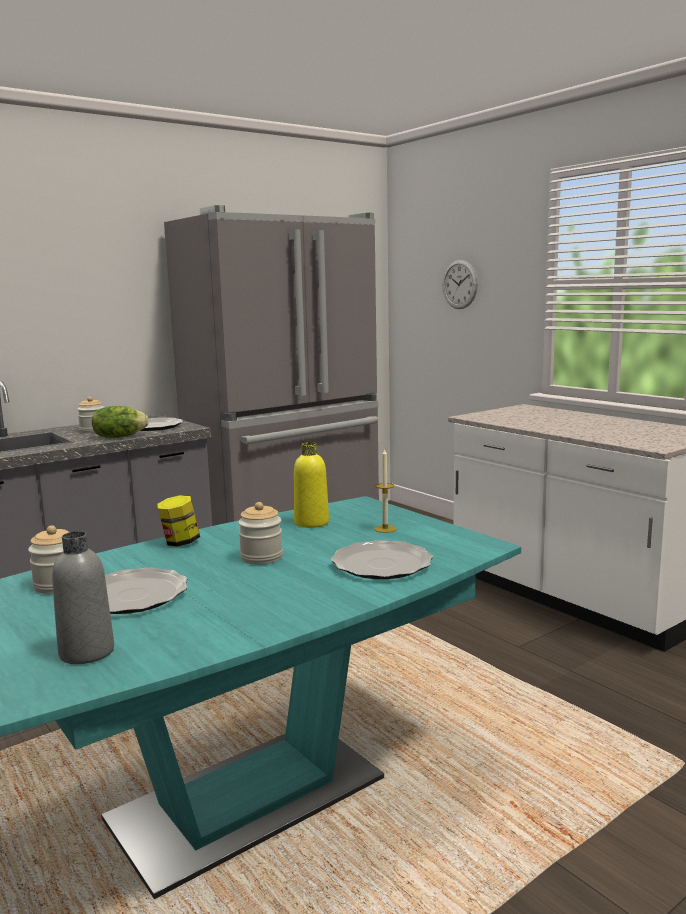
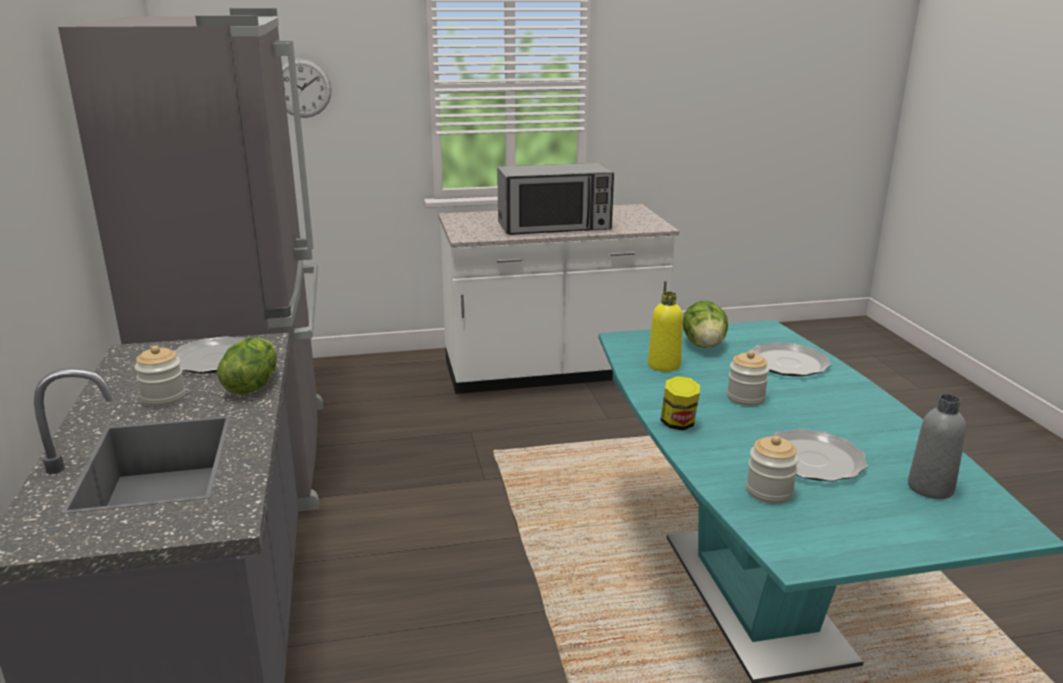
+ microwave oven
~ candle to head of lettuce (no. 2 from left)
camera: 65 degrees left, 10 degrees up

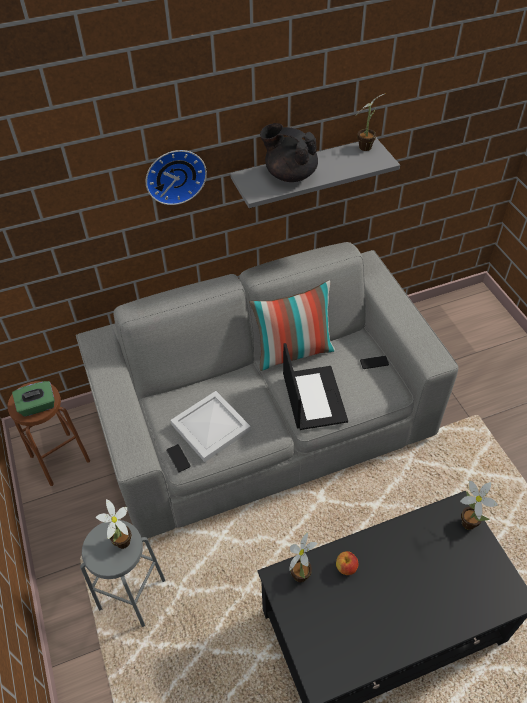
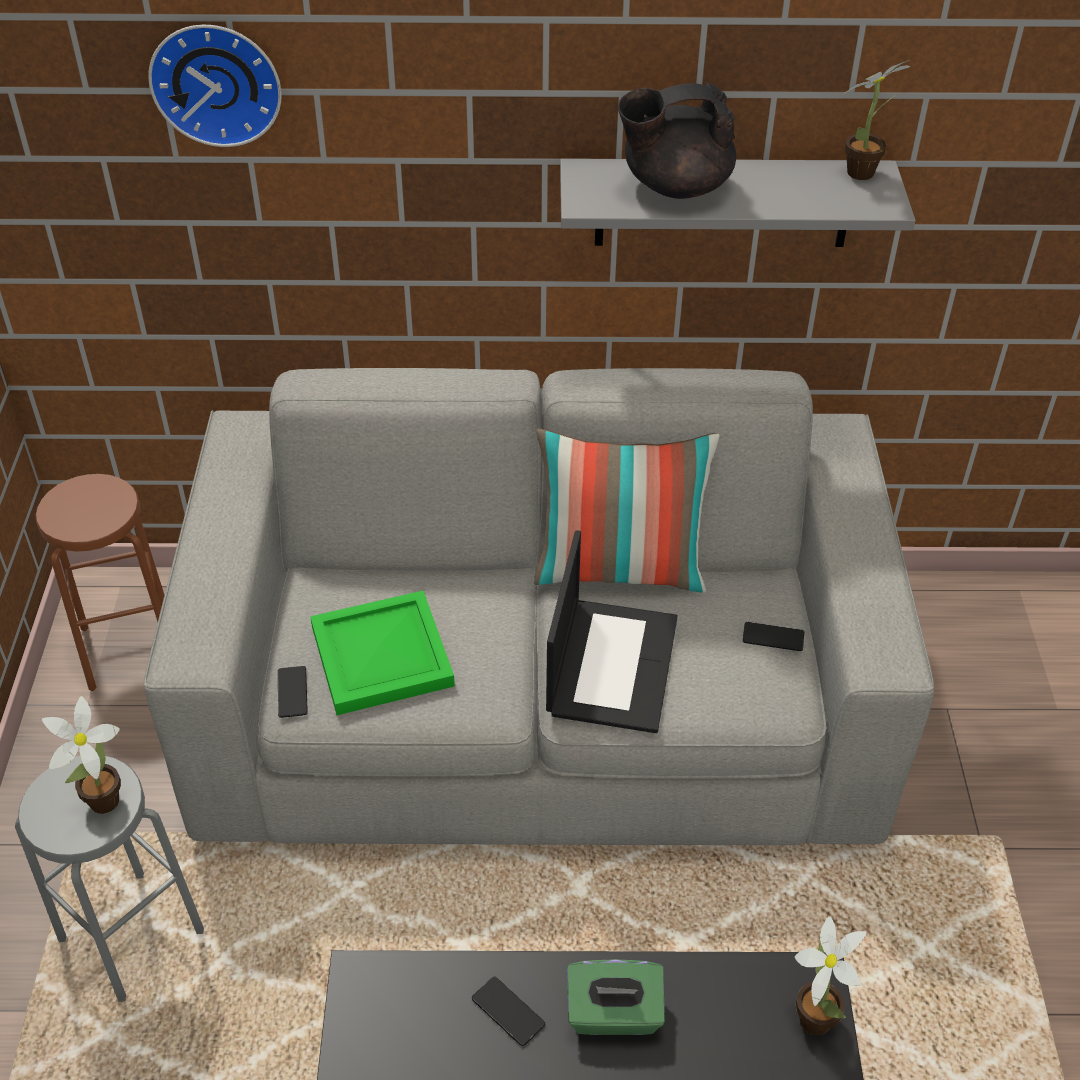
- houseplant (no. 2 from left)
~ green tissue box
~ wall clock
~ apple fruit to phone (no. 2 from left)
~ white-coloured carrying tray to green carrying tray
~ blackish teapot 60 degrees counterclockwise
camera: 20 degrees right, 5 degrees down

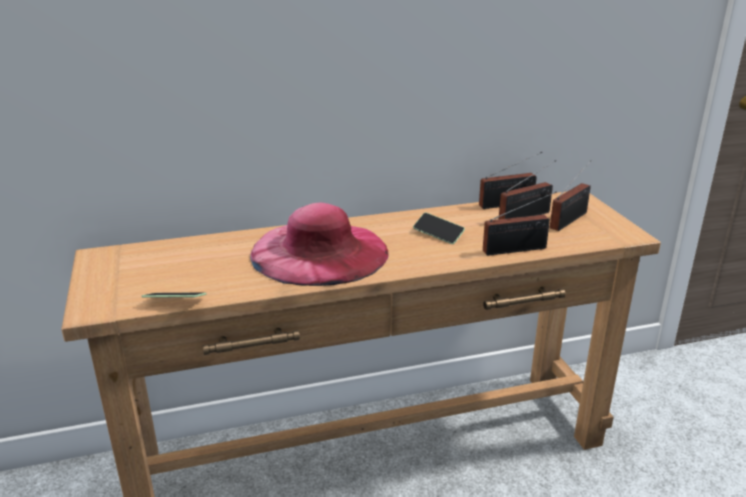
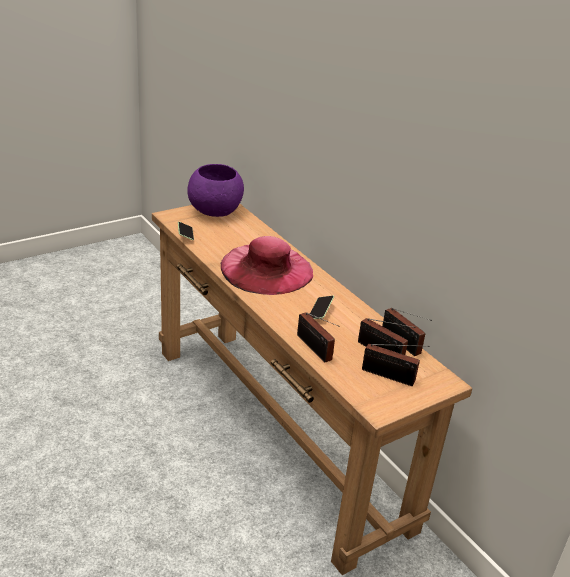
+ purplish deep dish
camera: 70 degrees right, 5 degrees up

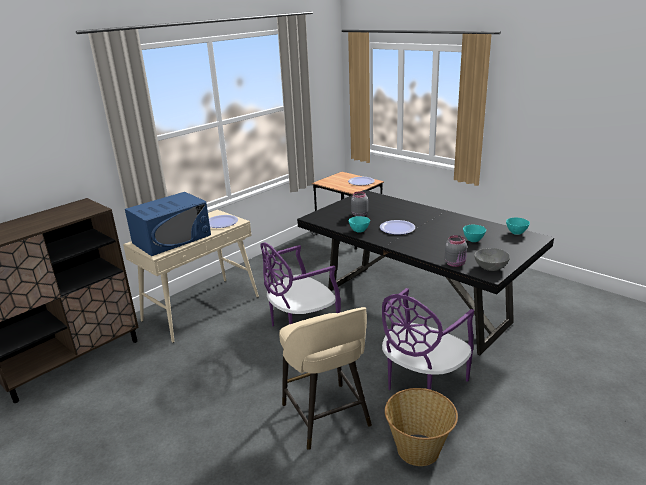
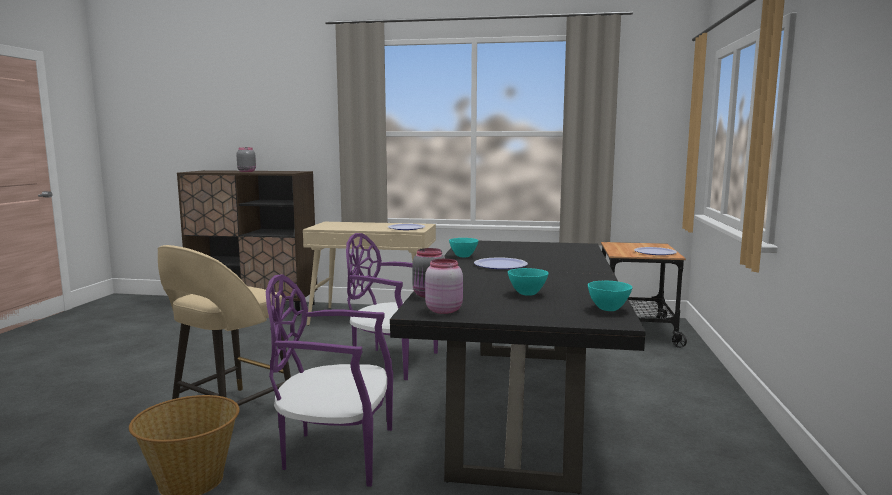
- blue microwave oven
~ greyish storage jar (no. 1 from left)
~ greyish deep dish to pink-coloured storage jar
camera: 55 degrees right, 15 degrees down

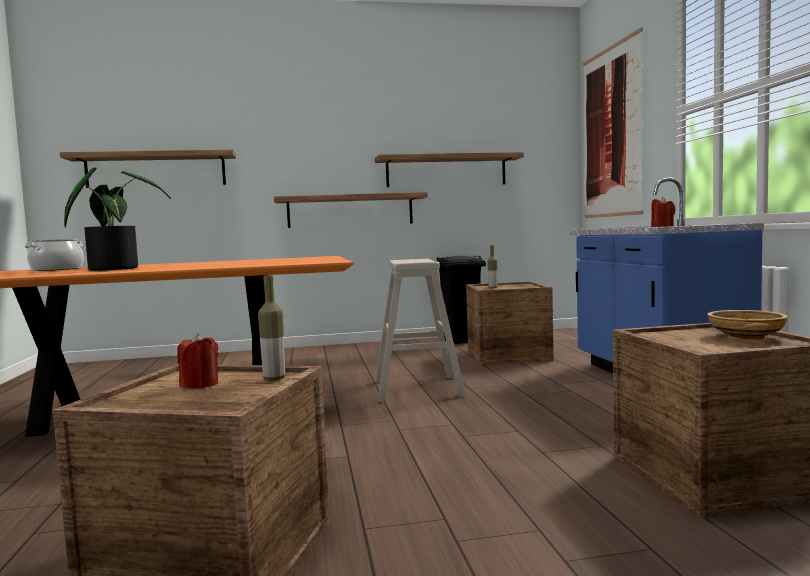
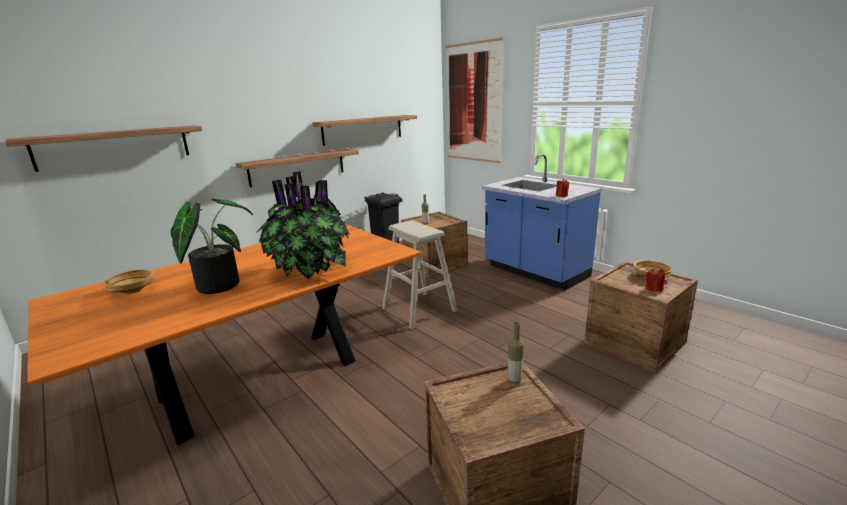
+ houseplant (no. 2 from left)
~ reddish candle (no. 1 from left in the first image) to reddish candle (no. 2 from left)
~ stockpot to beige deep dish (no. 1 from left)
camera: 30 degrees left, 15 degrees up

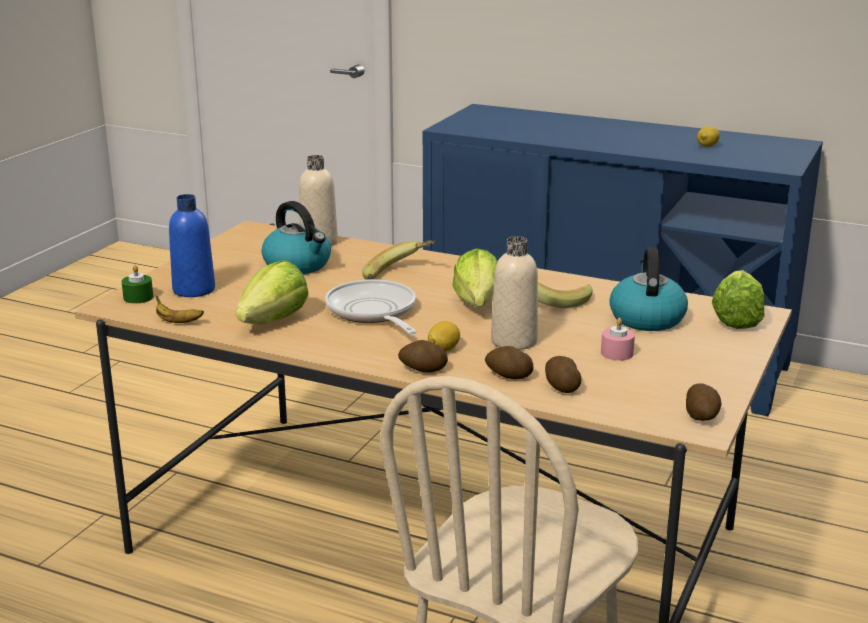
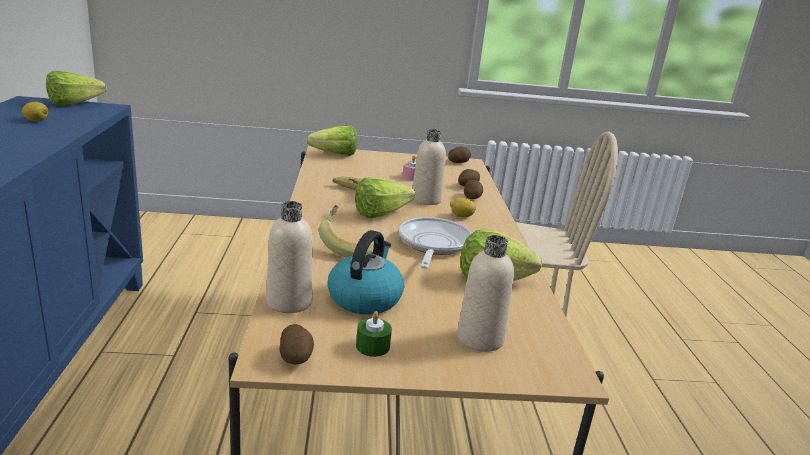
- whole banana (no. 1 from left)
- kettle (no. 2 from left)
+ head of lettuce (no. 1 from left)
~ green candle
~ potato (no. 1 from left)
~ blue beverage bottle to beige beverage bottle (no. 3 from left)
~ skillet 150 degrees clockwise
camera: 120 degrees left, 0 degrees up

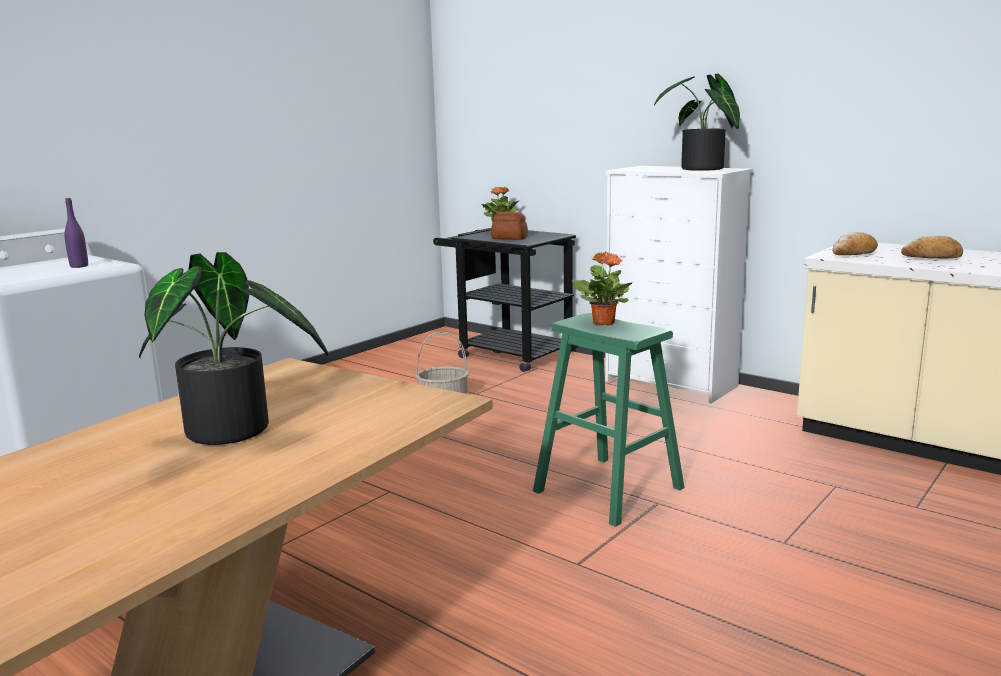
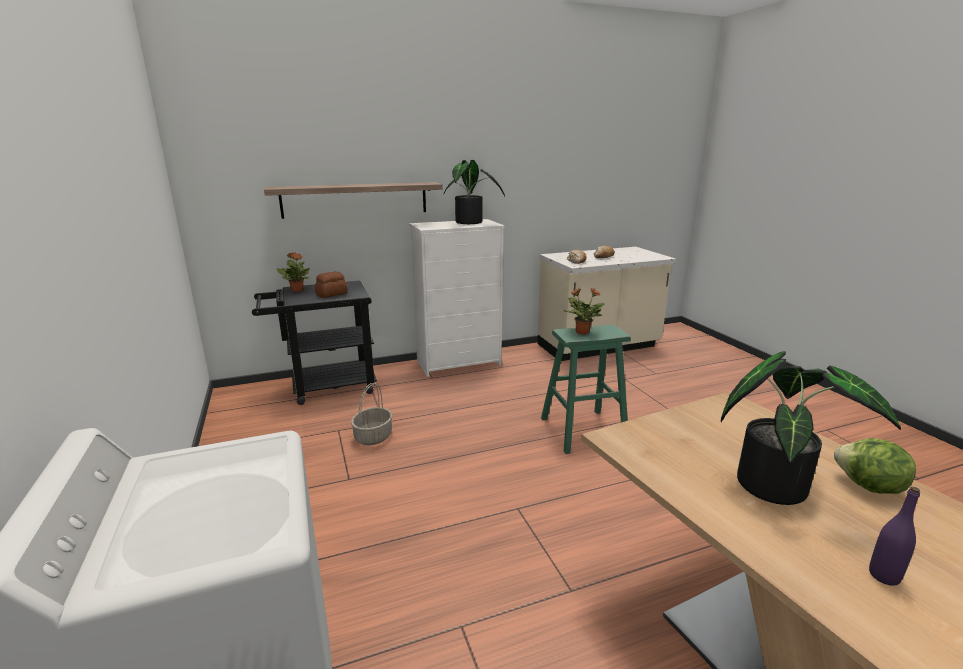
+ bracket shelf
+ head of lettuce
~ purplish beverage bottle
camera: 60 degrees left, 5 degrees up

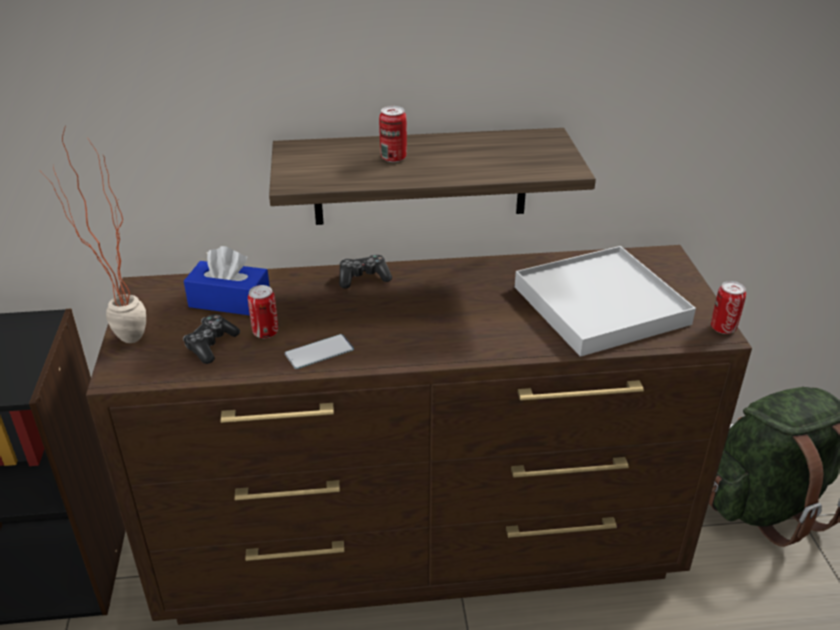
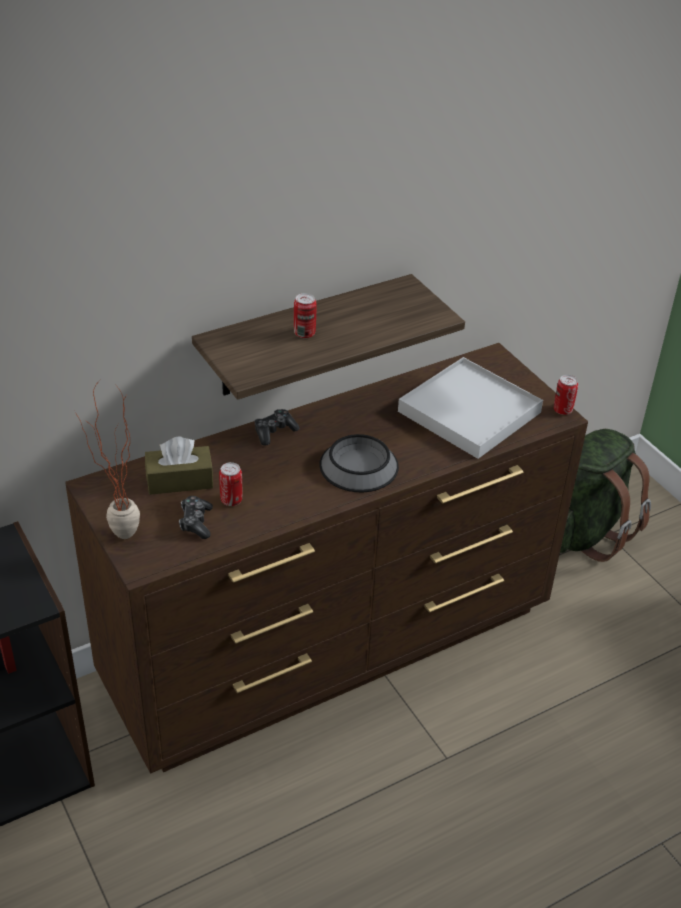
- phone
+ deep dish
~ blue tissue box to brown tissue box
camera: 25 degrees left, 5 degrees up

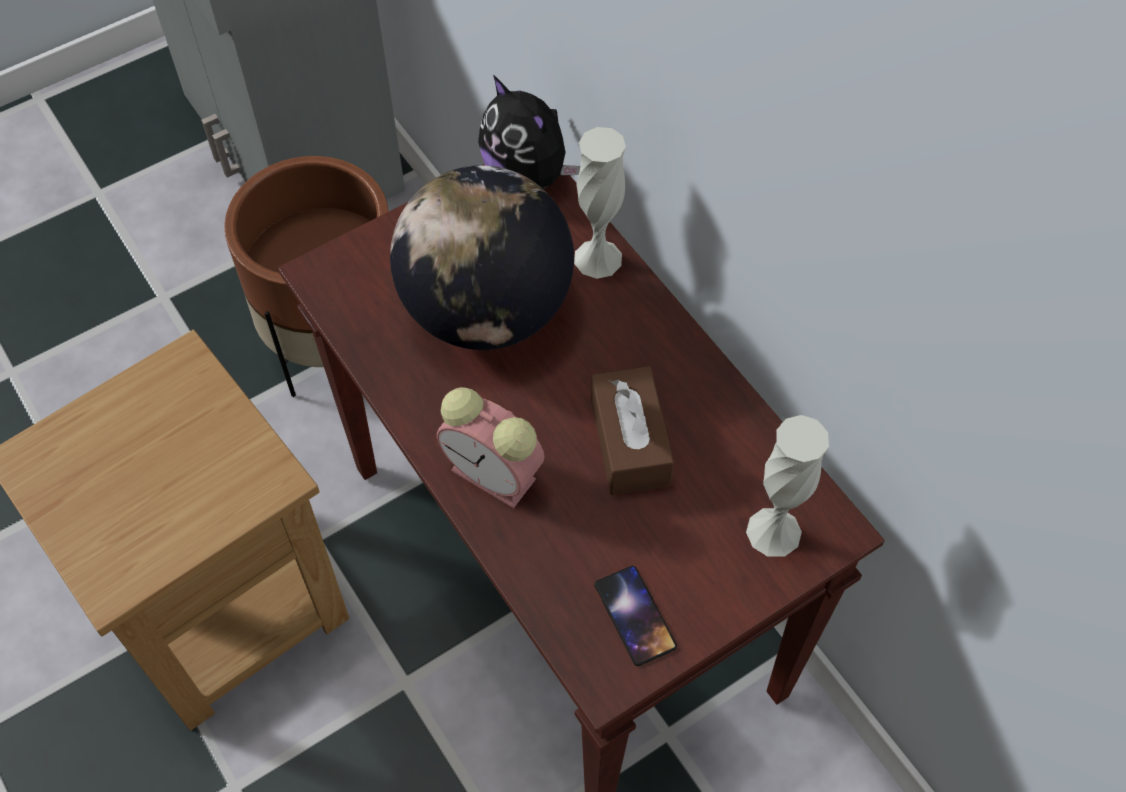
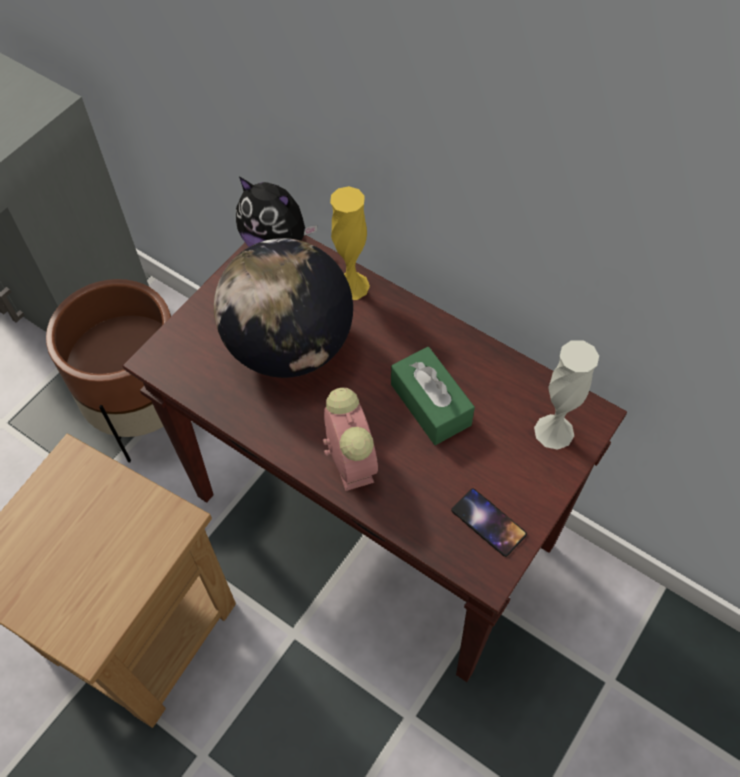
~ white-coloured decorative vase (no. 1 from left) to yellow decorative vase
~ brown tissue box to green tissue box
~ bedside clock 120 degrees counterclockwise
camera: 20 degrees left, 0 degrees up

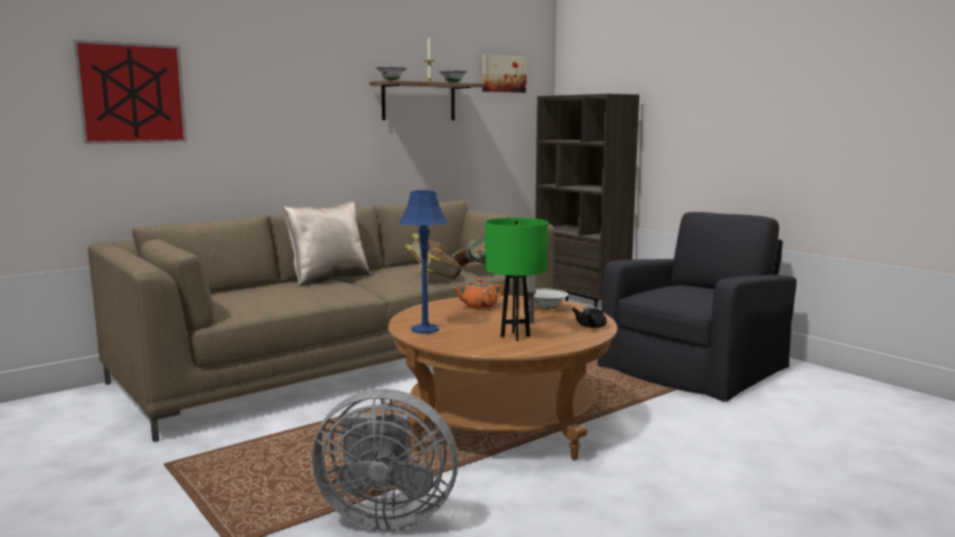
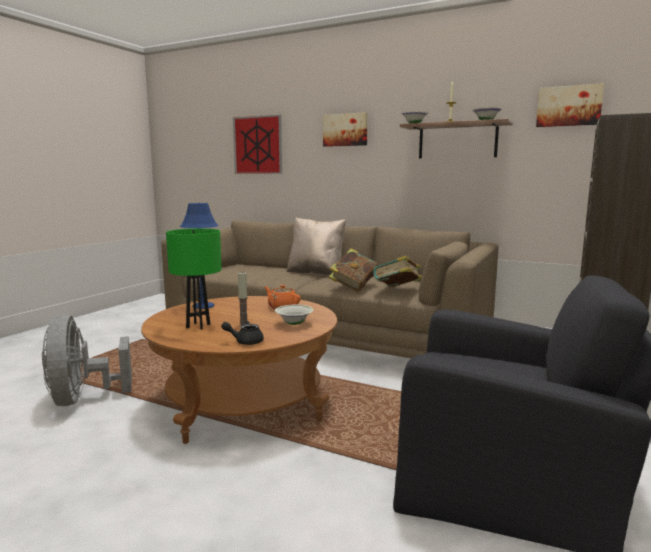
+ picture (no. 2 from left)
camera: 65 degrees right, 0 degrees up

